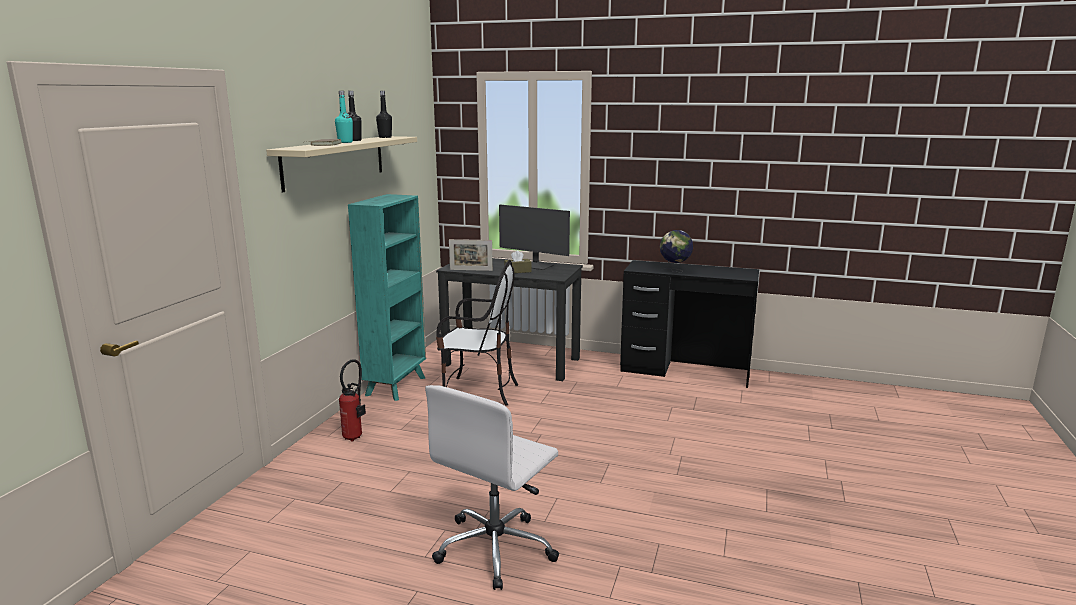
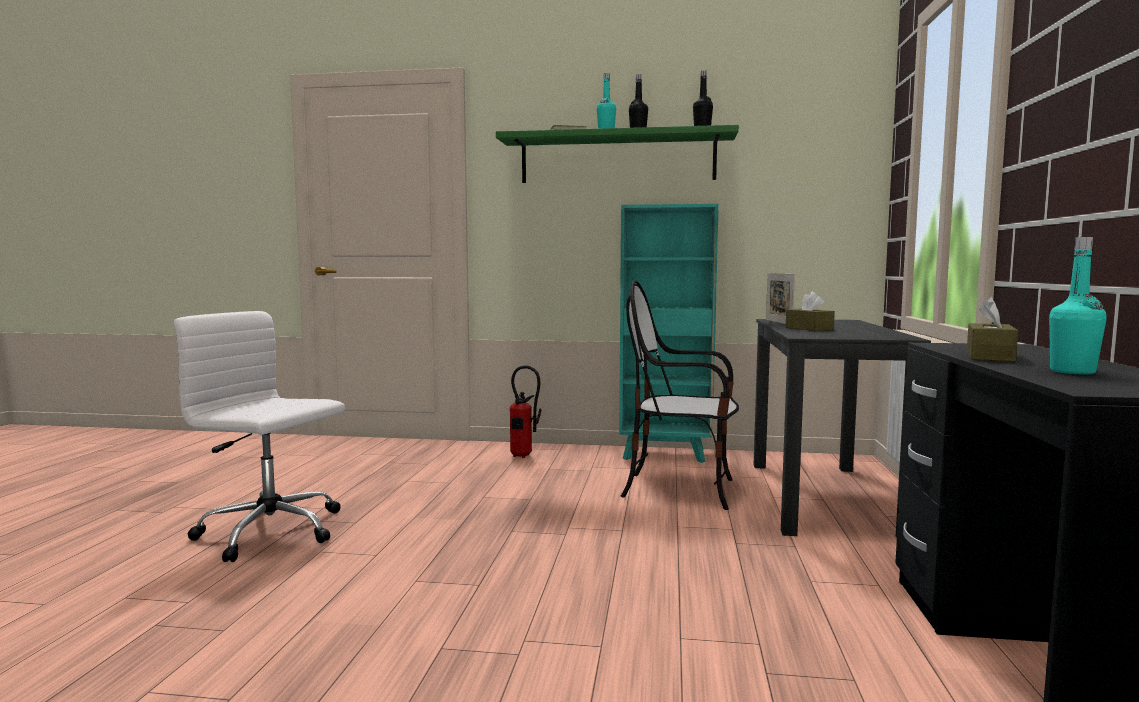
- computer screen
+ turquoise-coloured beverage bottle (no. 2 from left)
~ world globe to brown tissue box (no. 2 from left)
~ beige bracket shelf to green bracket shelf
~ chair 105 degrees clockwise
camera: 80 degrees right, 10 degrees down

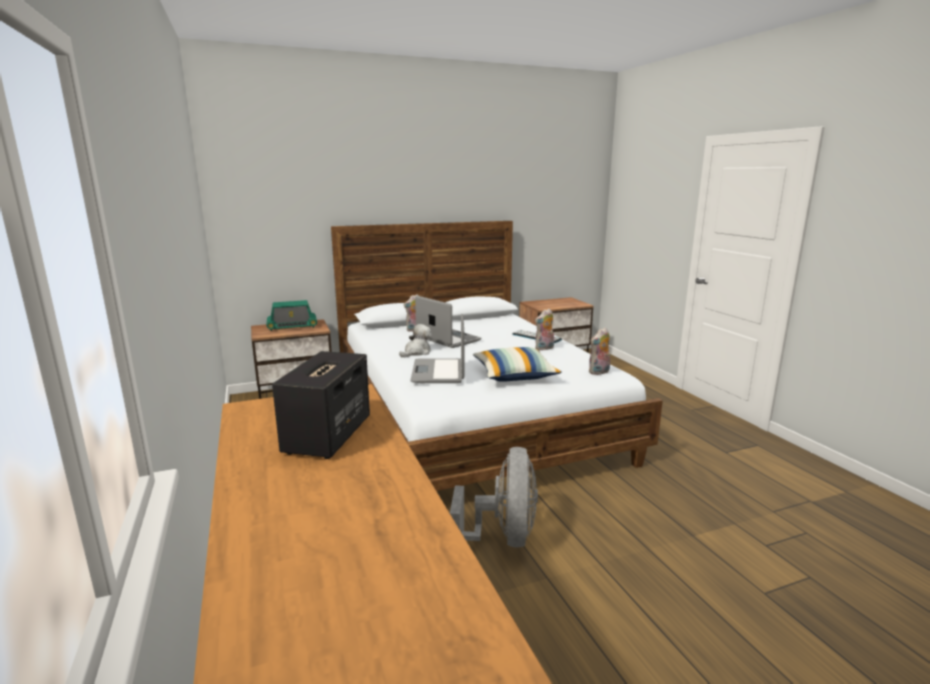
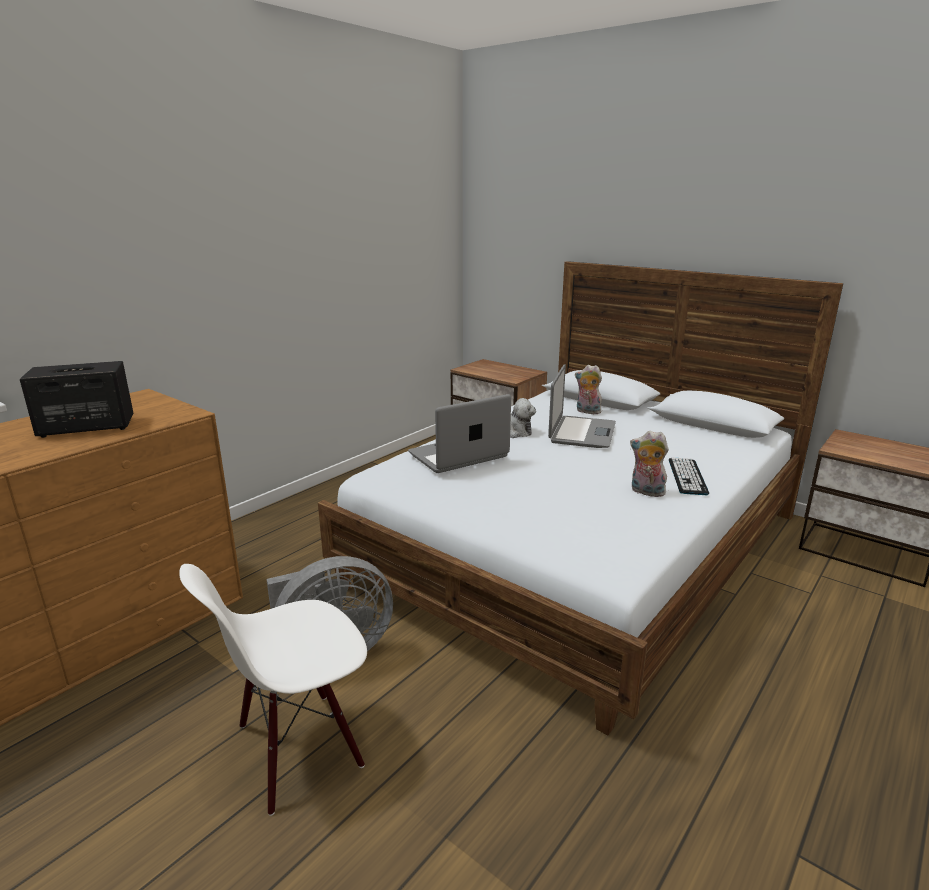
- radio set
- cushion
- soft toy (no. 4 from left)
+ white-coloured chair
camera: 60 degrees right, 5 degrees up

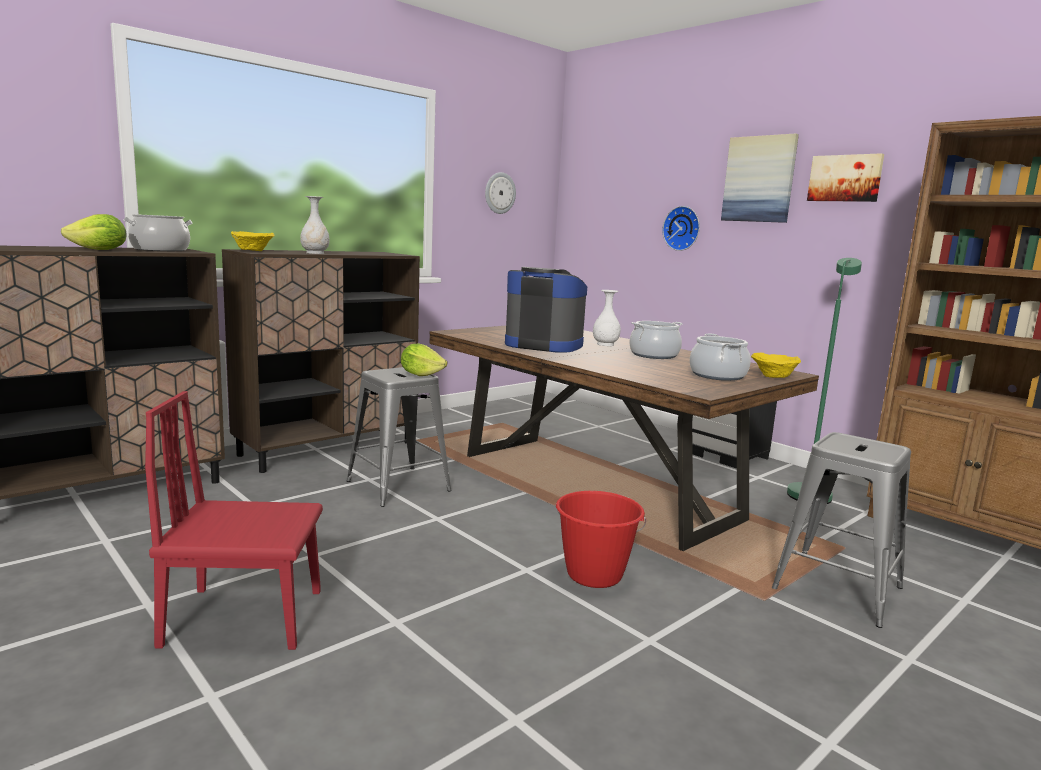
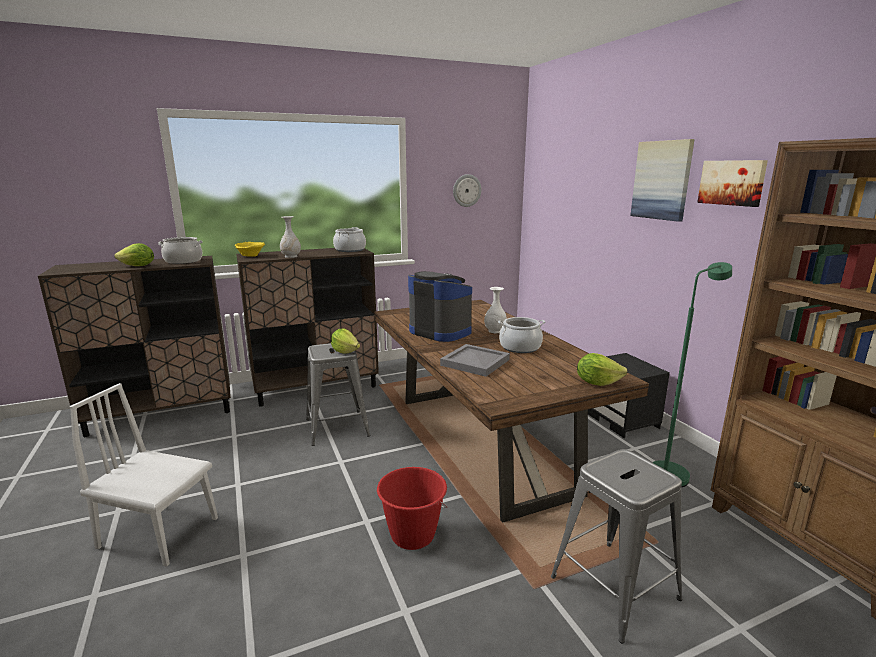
- wall clock (no. 2 from left)
+ greyish carrying tray
~ stockpot (no. 3 from left in the first image) to stockpot (no. 2 from left)
~ yellow deep dish (no. 2 from left) to head of lettuce (no. 3 from left)
~ reddish chair to white-coloured chair
camera: 20 degrees right, 5 degrees up

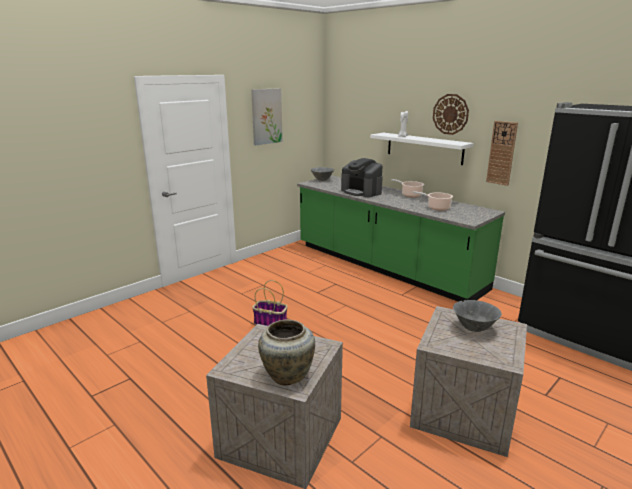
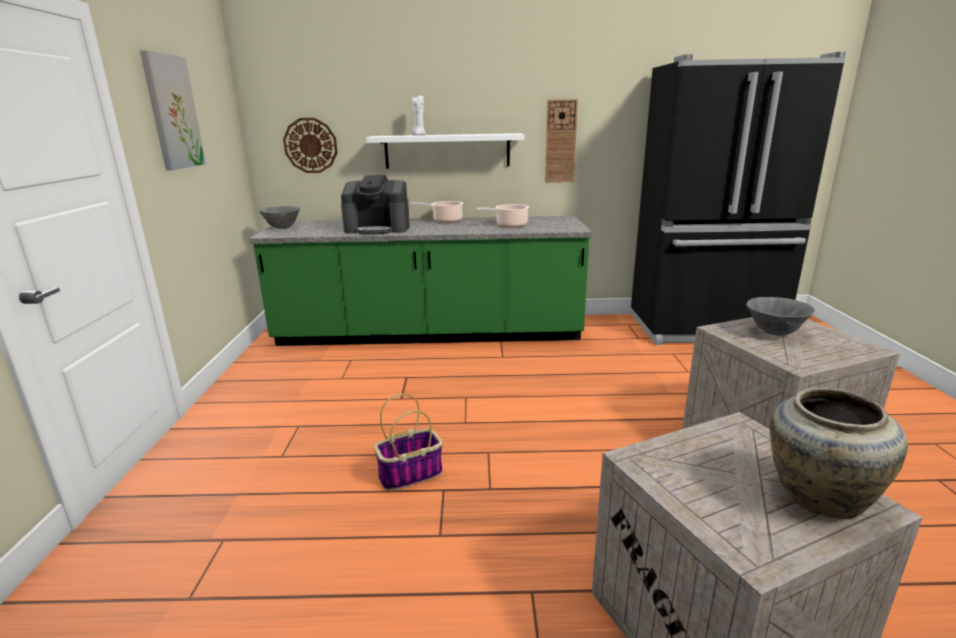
~ wall clock (no. 1 from left)
camera: 45 degrees left, 0 degrees up

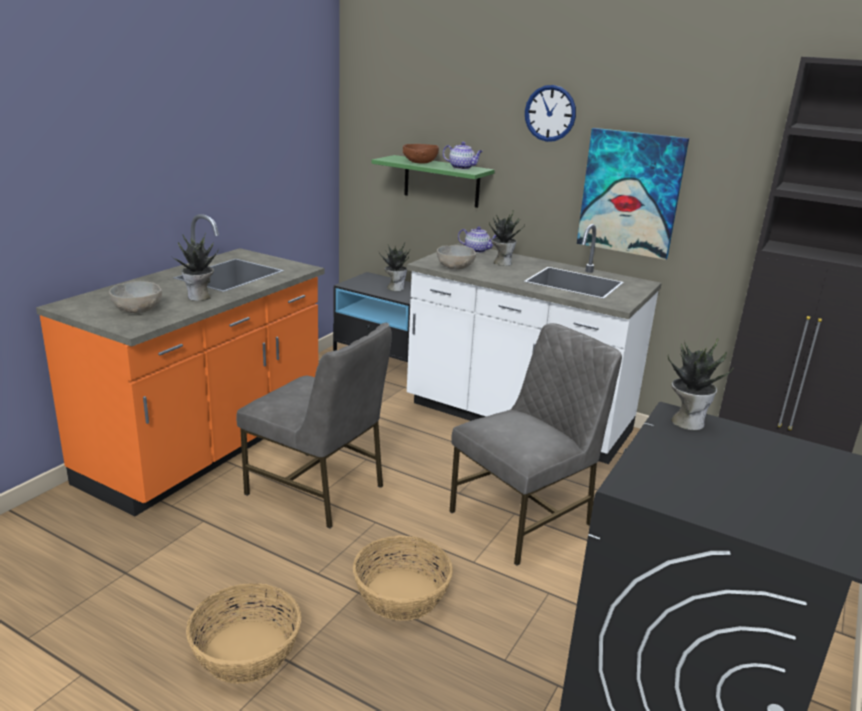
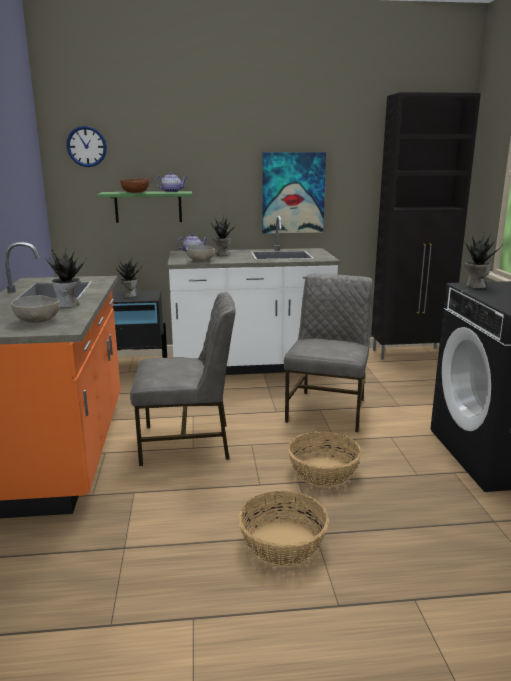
~ wall clock
camera: 35 degrees left, 5 degrees down

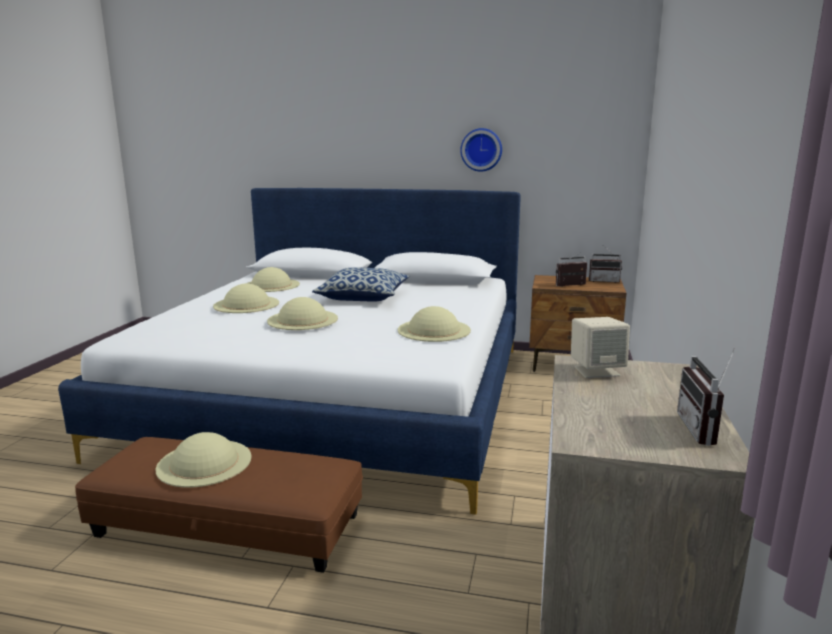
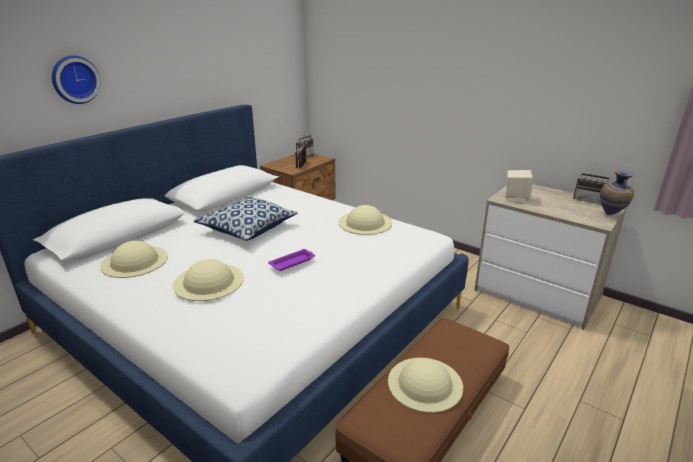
+ decorative vase
~ wall clock
~ beige wearable hat (no. 4 from left) to purplish carrying tray
camera: 65 degrees left, 10 degrees up

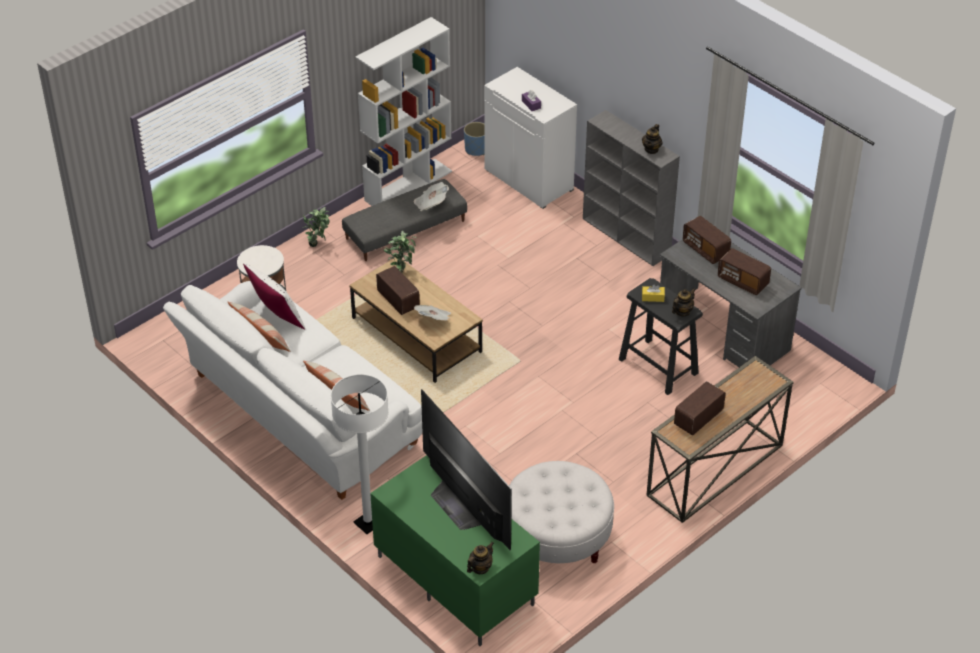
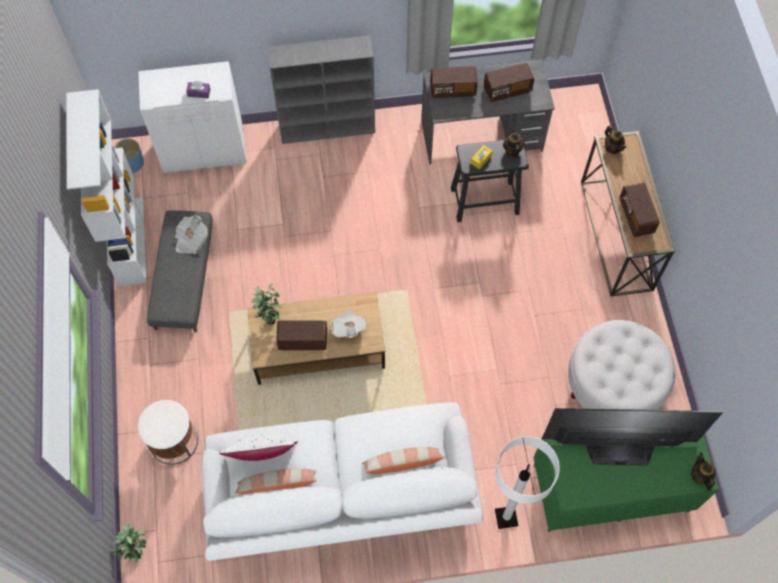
~ houseplant (no. 1 from left)
~ teapot (no. 2 from left)
camera: 55 degrees left, 20 degrees up

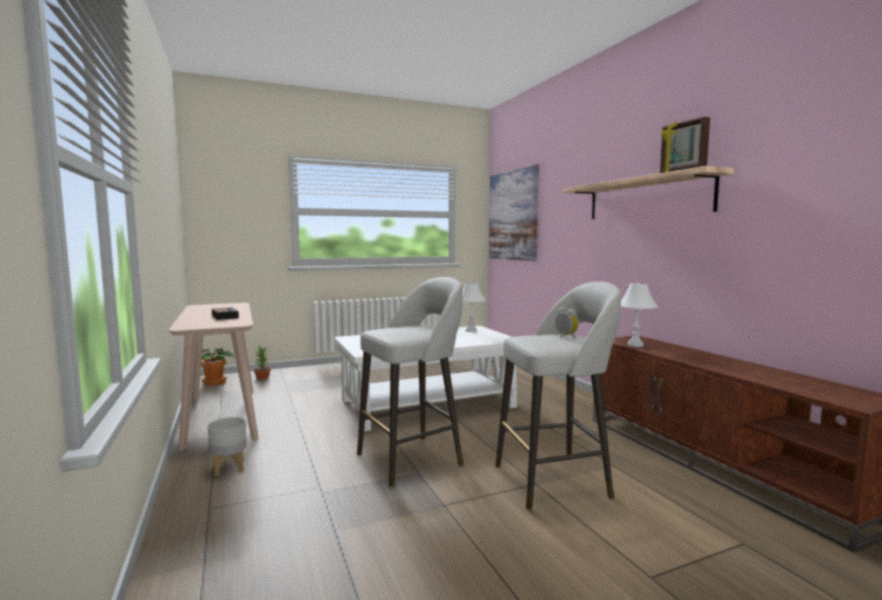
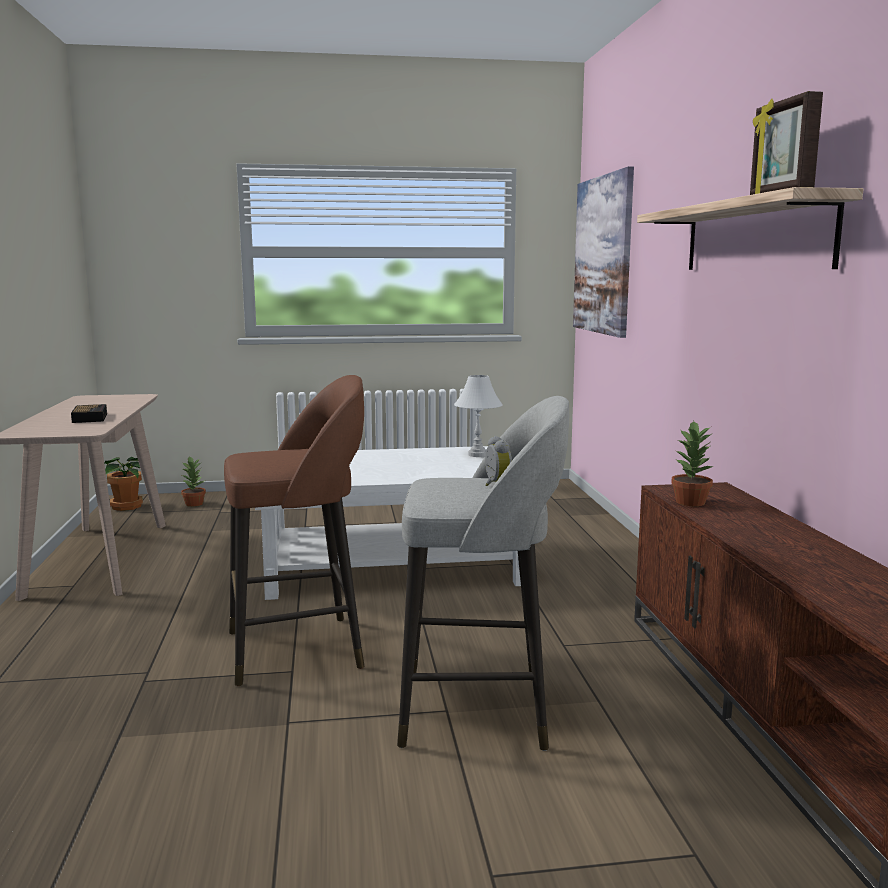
- greyish flower pot
~ white-coloured tabletop lamp (no. 2 from left) to houseplant (no. 3 from left)
~ greyish sitting stool (no. 1 from left) to brown sitting stool
camera: 15 degrees right, 5 degrees up

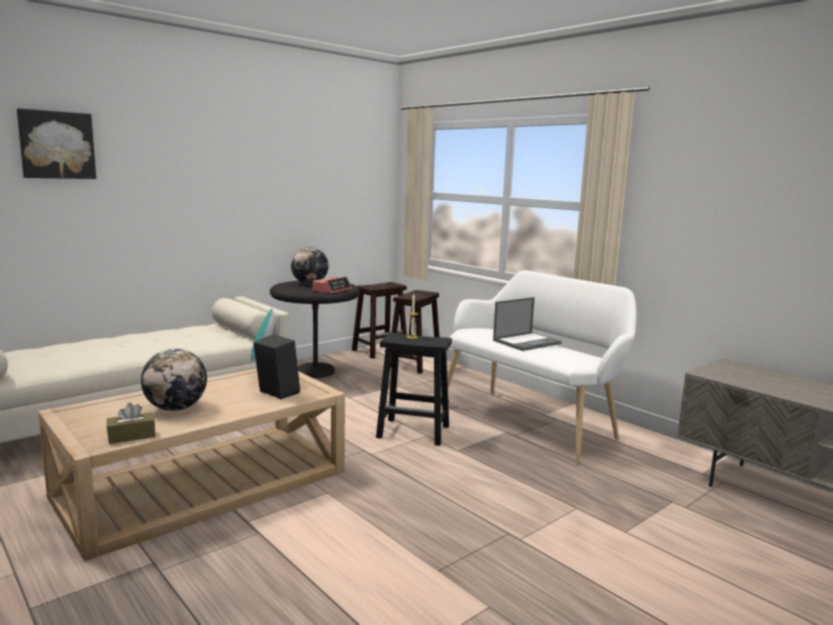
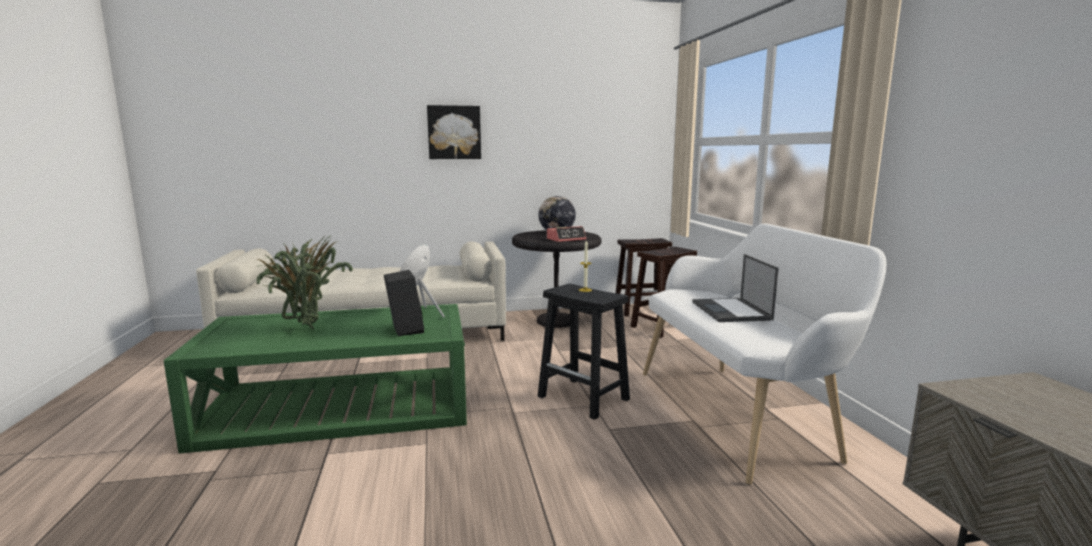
- brown tissue box
~ picture
~ world globe (no. 1 from left) to houseplant
~ beige lounge table to green lounge table
~ notebook computer 90 degrees clockwise
camera: 30 degrees right, 0 degrees up

